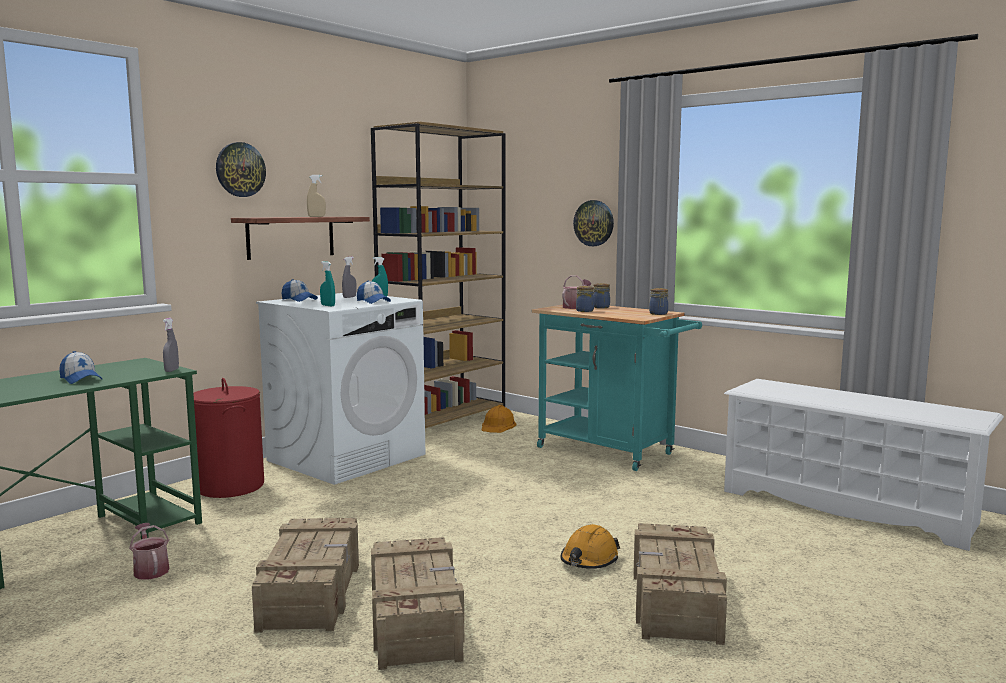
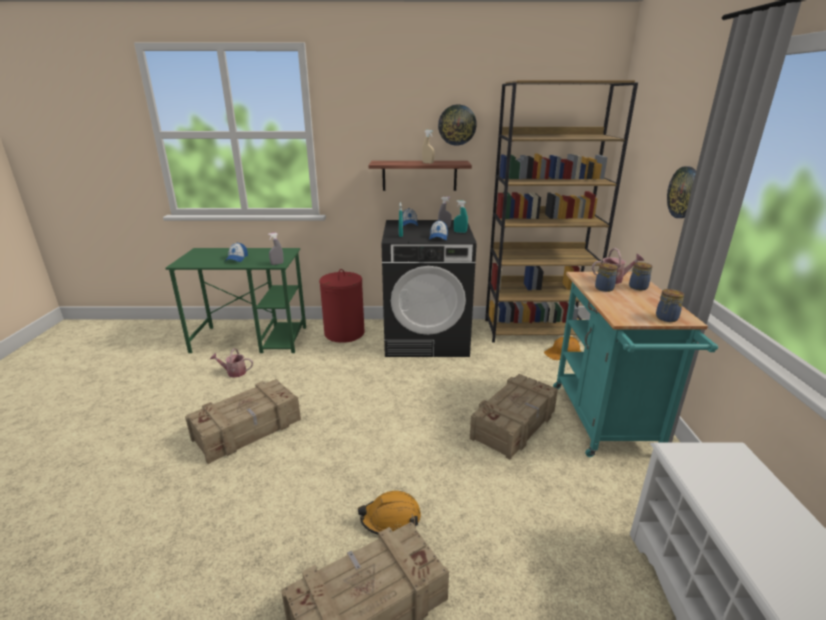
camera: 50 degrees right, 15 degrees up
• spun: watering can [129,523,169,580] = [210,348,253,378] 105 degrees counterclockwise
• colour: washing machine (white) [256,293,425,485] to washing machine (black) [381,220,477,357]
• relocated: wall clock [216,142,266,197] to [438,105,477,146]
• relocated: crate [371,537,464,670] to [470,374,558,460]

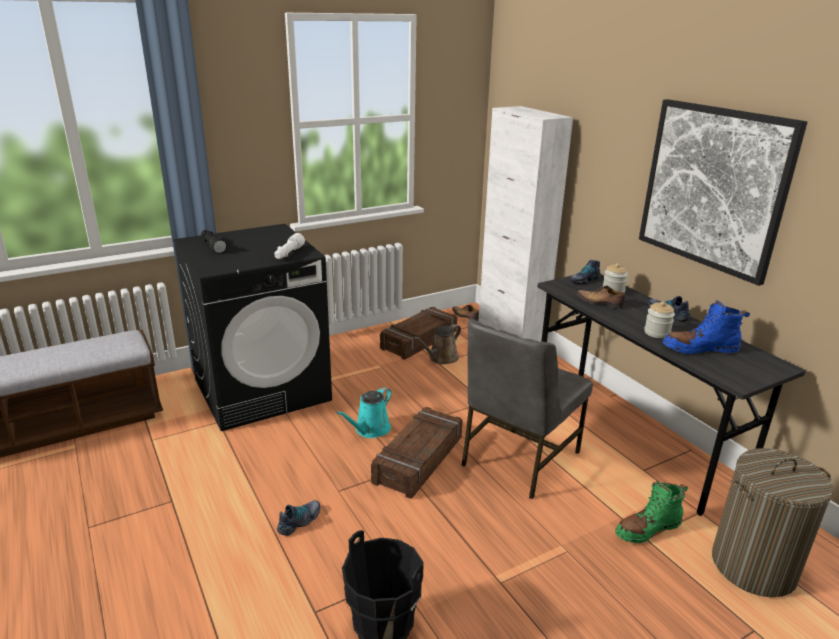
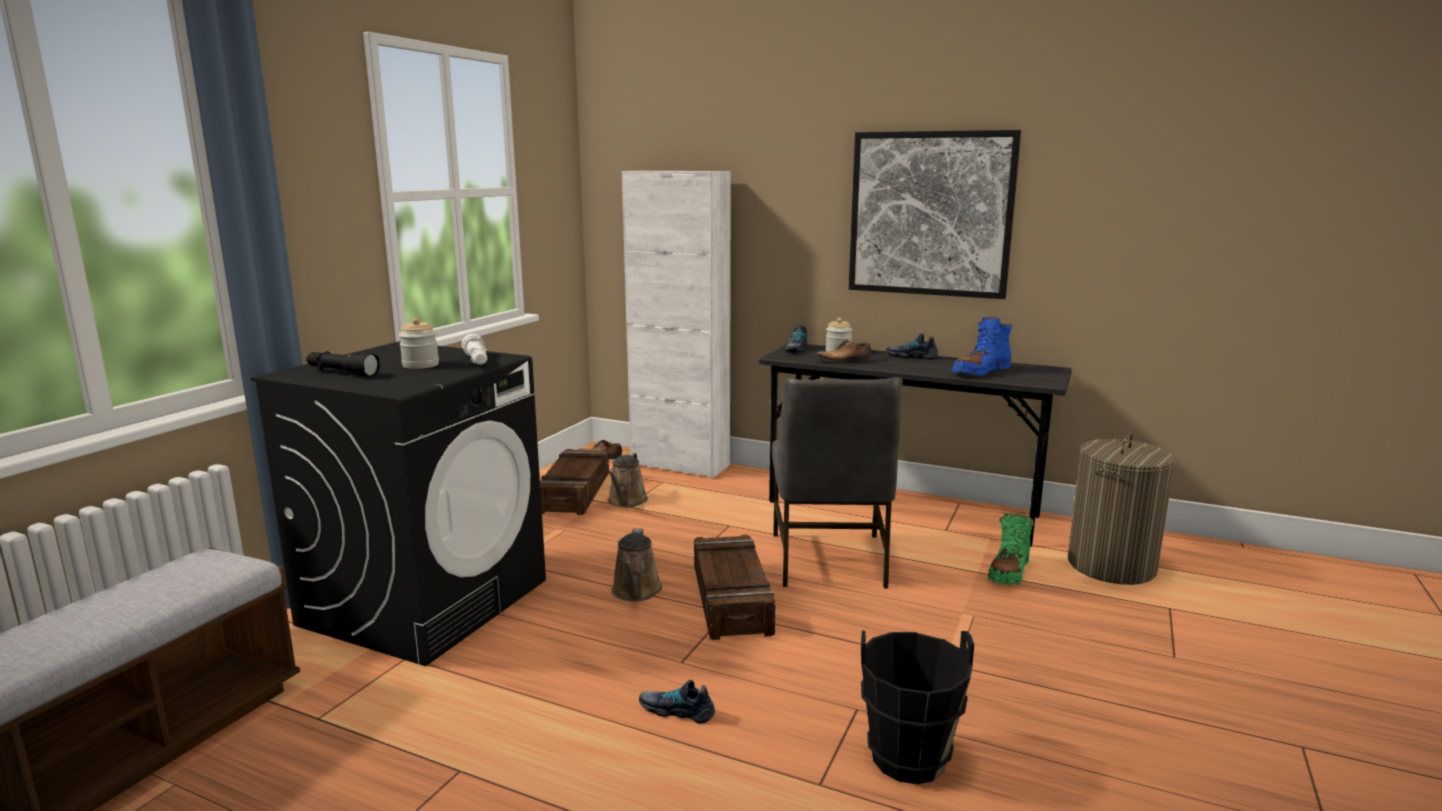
camera: 35 degrees left, 10 degrees down
• relocated: jar [644,301,675,338] to [399,318,439,369]
• colour: watering can (turquoise) [336,387,391,438] to watering can (brown) [611,528,662,601]
• spun: shoe [277,500,320,536] = [639,680,715,724] 75 degrees counterclockwise

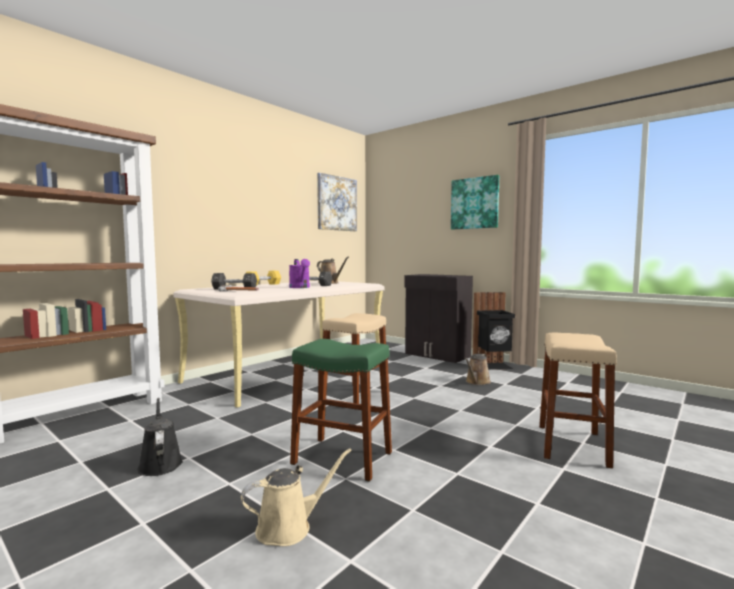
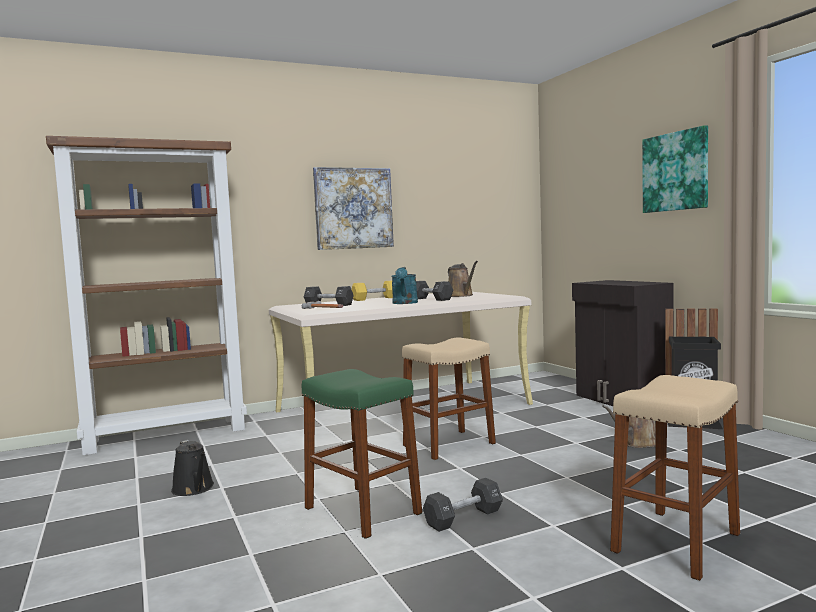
camera: 25 degrees right, 0 degrees up
• spun: watering can (black) [137,398,183,476] = [171,440,214,496] 150 degrees clockwise
• relocated: picture [317,173,357,231] to [313,167,394,250]
• colour: watering can (purple) [289,259,310,288] to watering can (turquoise) [391,267,418,304]
• appeared: dumbbell (black) [423,478,503,532]
• missing: watering can (beige) [241,448,352,546]

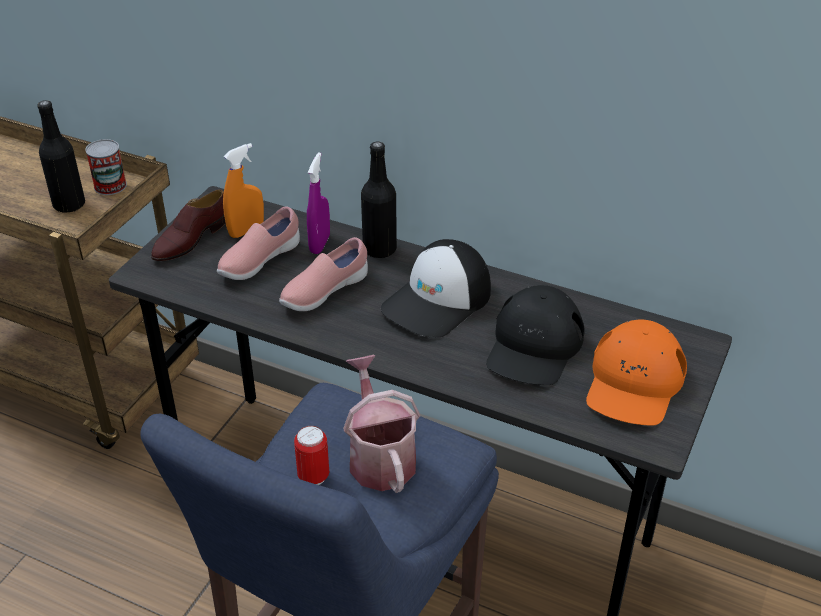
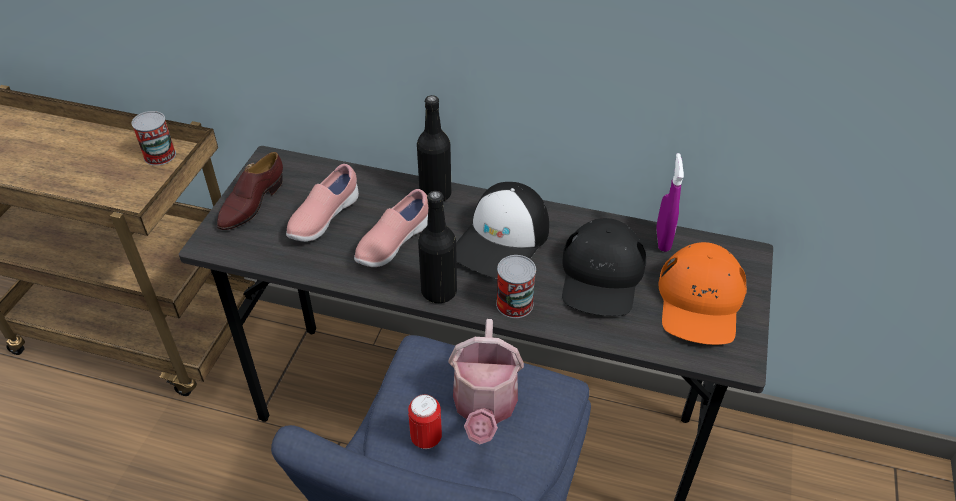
camera: 10 degrees left, 5 degrees up
• relocated: bottle (black) [37,100,85,212] to [418,191,457,303]
• spun: watering can [343,355,420,493] = [448,319,524,444] 150 degrees counterclockwise
• appeared: can [496,255,536,318]
• relocated: spray bottle (purple) [307,152,330,254] to [656,153,684,252]
• missing: spray bottle (orange) [223,143,264,238]

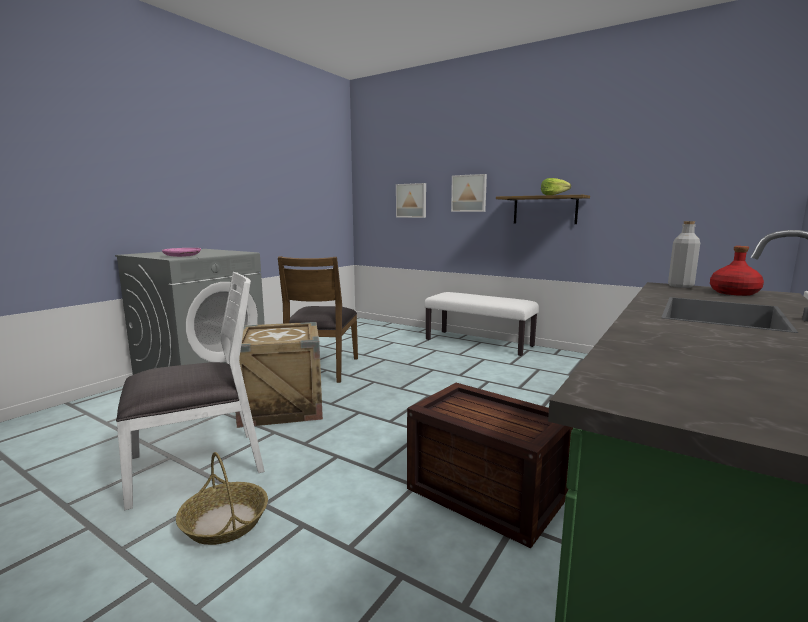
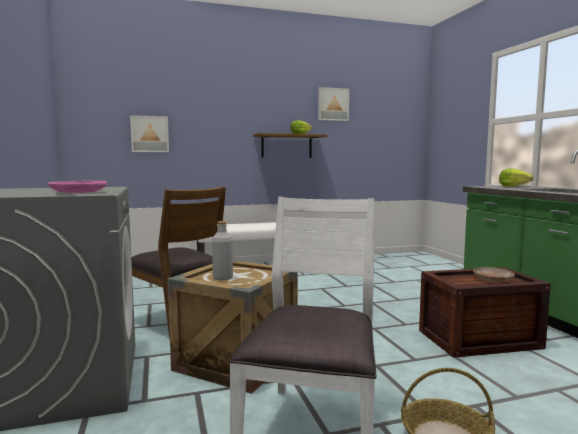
camera: 50 degrees left, 5 degrees down
• relocated: bottle (grey) [668,221,700,288] to [212,221,233,280]
• relocated: picture [451,174,487,212] to [318,87,349,121]
• appeared: plate (beige) [473,267,515,282]
• exchanged: bottle (red) [710,246,764,296] to lettuce [499,168,534,187]

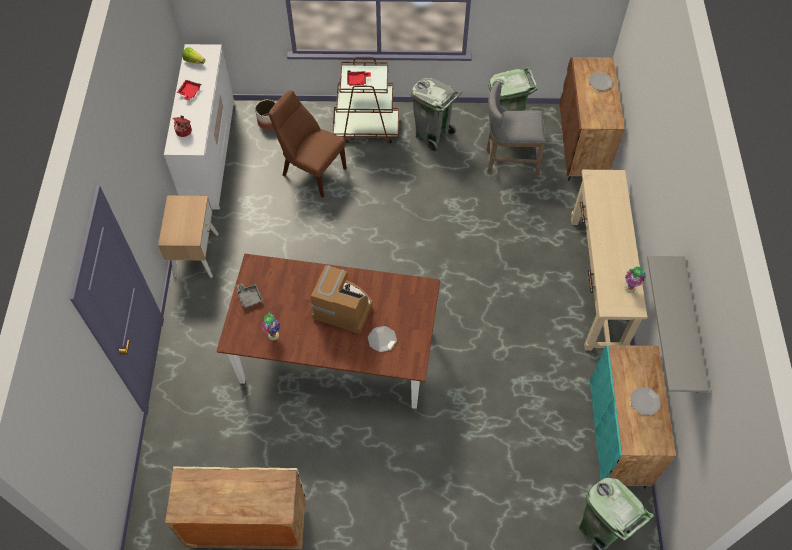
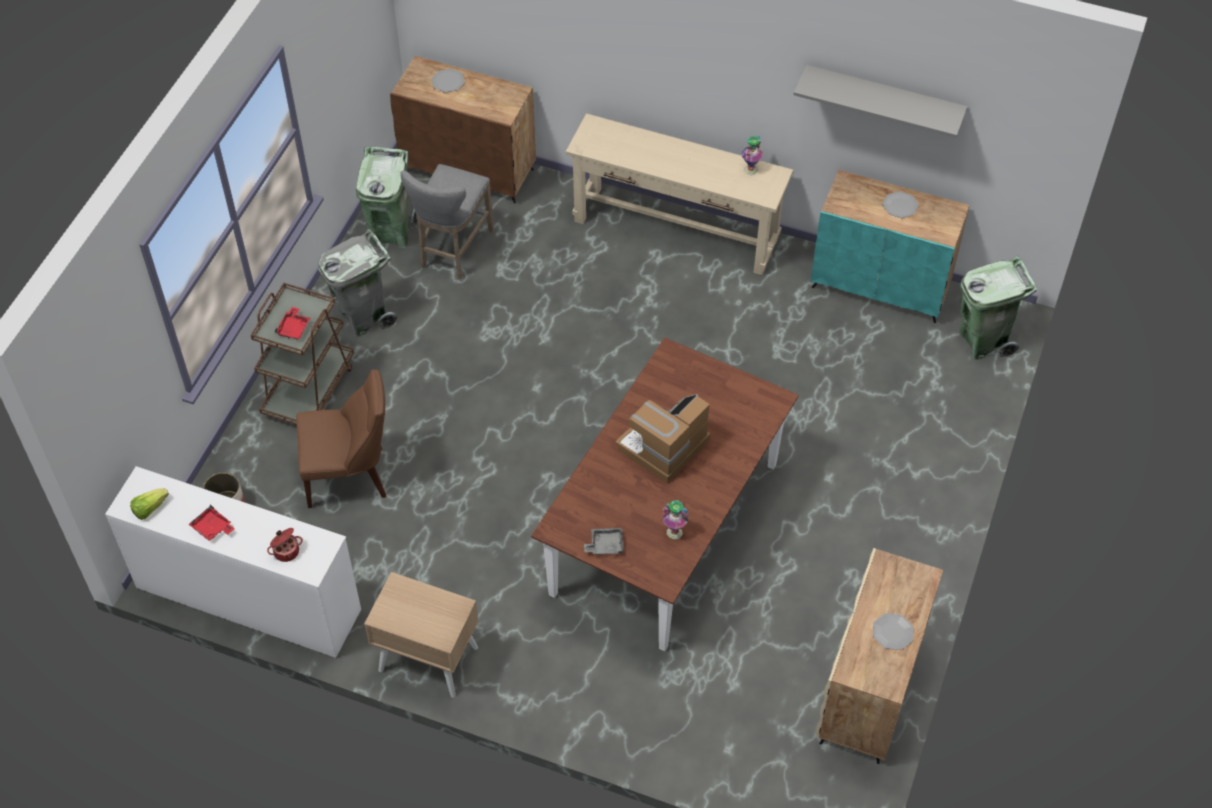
camera: 70 degrees left, 5 degrees down
• spun: chair (brown) [269,90,347,197] = [296,369,386,508] 150 degrees counterclockwise
• relocated: plate [368,326,397,352] to [873,613,914,650]

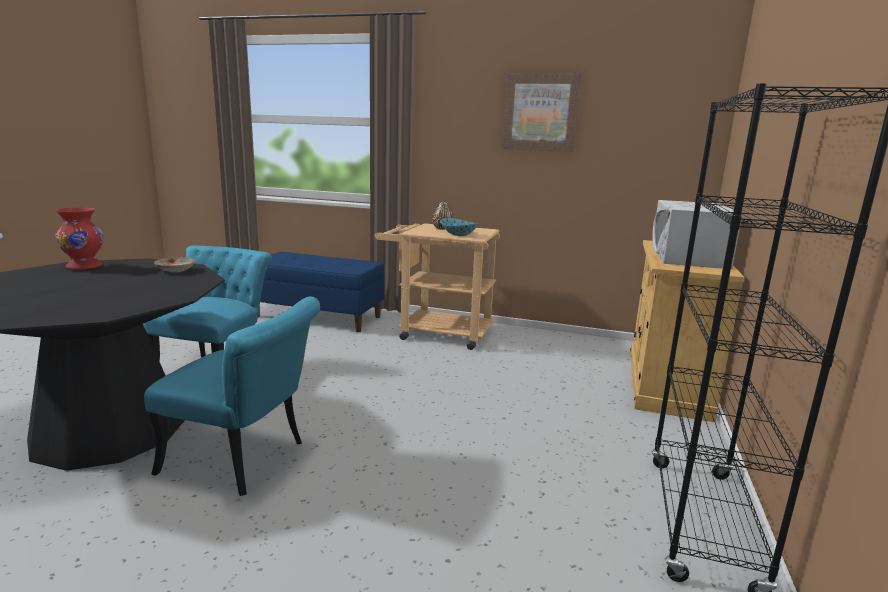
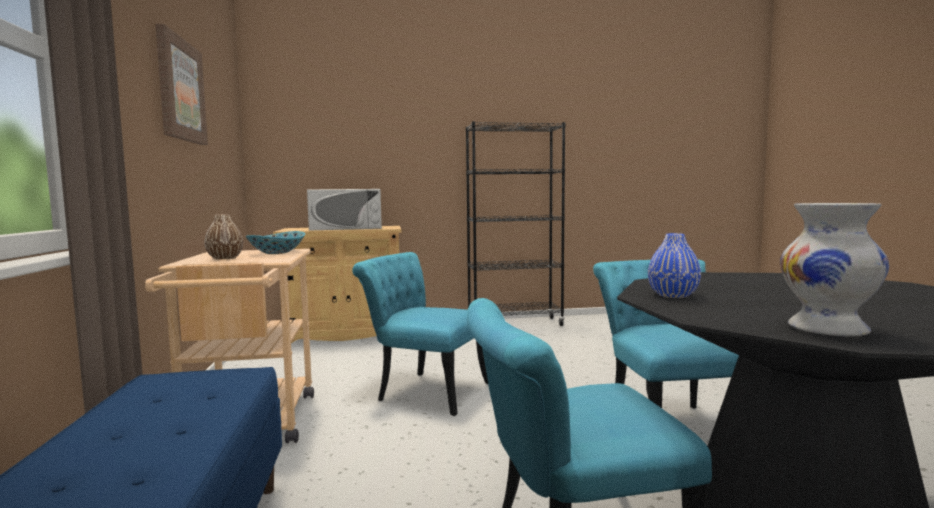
camera: 115 degrees left, 10 degrees down
• appeared: chair (turquoise) [352,252,488,416]
• exchanged: plate [154,257,195,272] to vase (blue) [648,233,701,298]
• colour: vase (red) [55,207,104,270] to vase (white) [780,203,889,337]

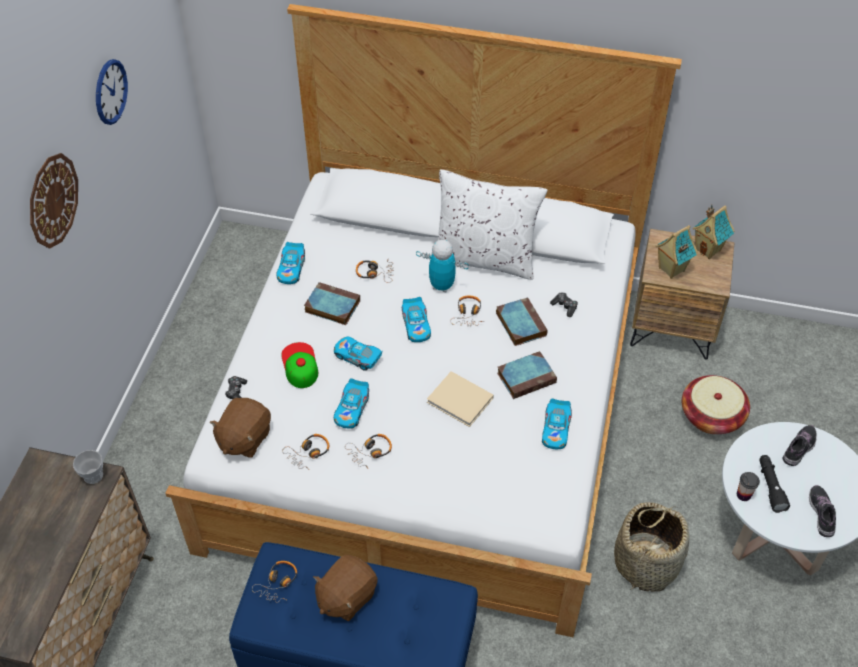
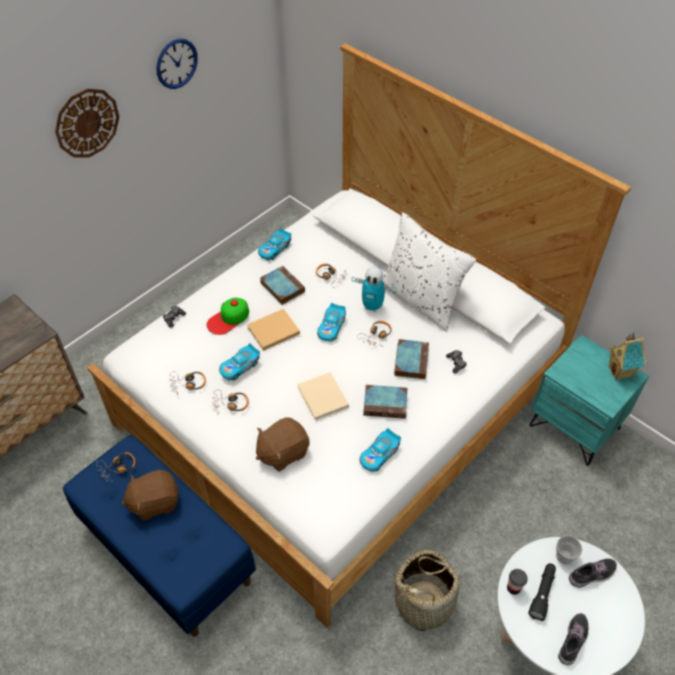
camera: 30 degrees right, 0 degrees up
• spun: cap [281,342,318,388] = [207,298,249,335] 150 degrees counterclockwise
• exchanged: toy car [334,337,383,371] to book (beige) [247,309,300,351]
• relocated: plush toy (brown) [210,398,271,458] to [256,417,310,472]
• spun: toy robot [416,239,469,292] = [351,267,397,312] 150 degrees clockwise
• colour: nightstand (brown) [630,229,734,359] to nightstand (turquoise) [529,335,649,466]
• relocated: cup [73,450,103,484] to [556,536,582,565]
• missing: toy house [656,225,698,279]
• missing: basket [682,375,750,434]

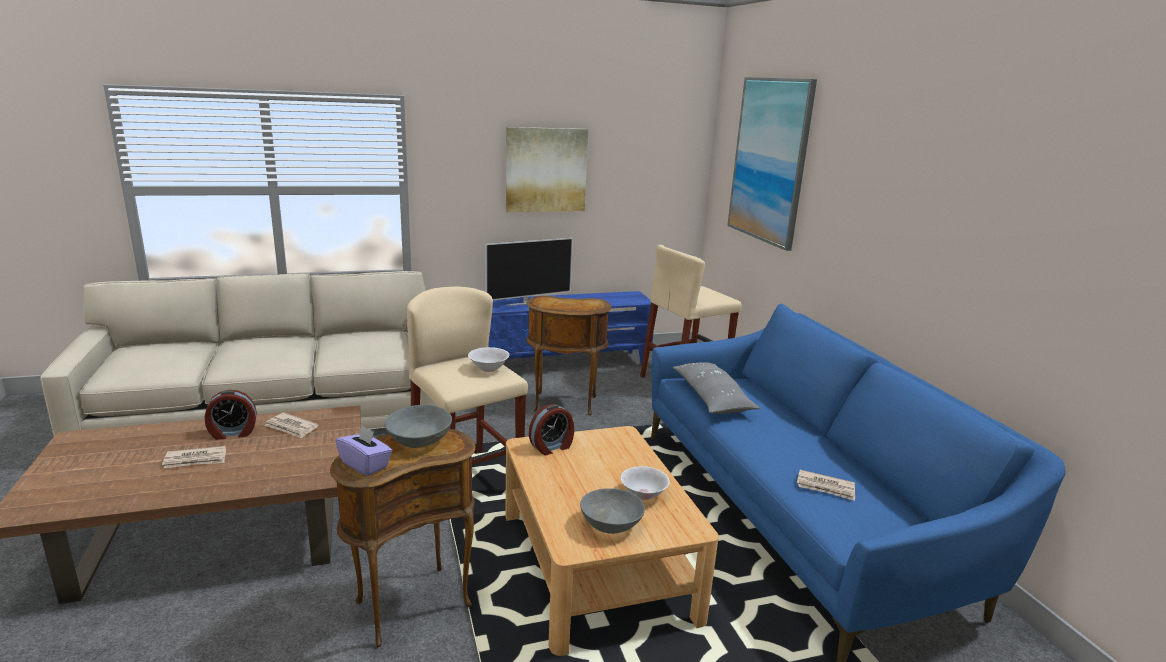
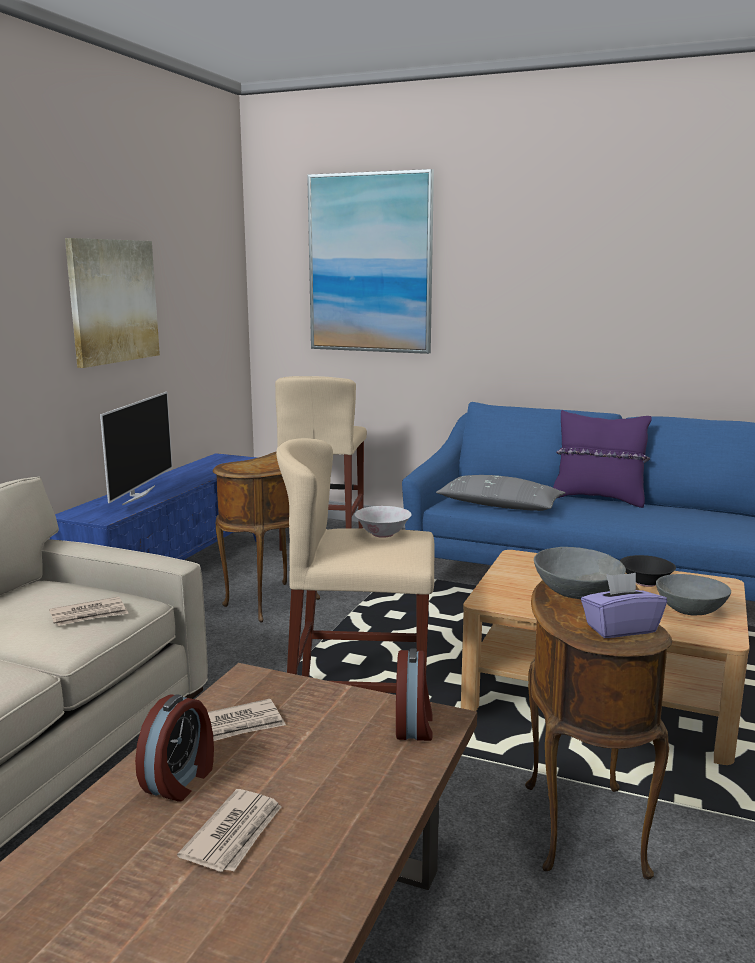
camera: 50 degrees left, 5 degrees down
• relocated: newspaper [797,470,855,501] to [49,596,129,626]
• relocated: alarm clock [529,404,574,455] to [396,648,433,741]
• appeared: pillow (purple) [553,410,652,508]
• colour: bowl (white) [621,466,670,500] to bowl (black) [620,555,676,587]

